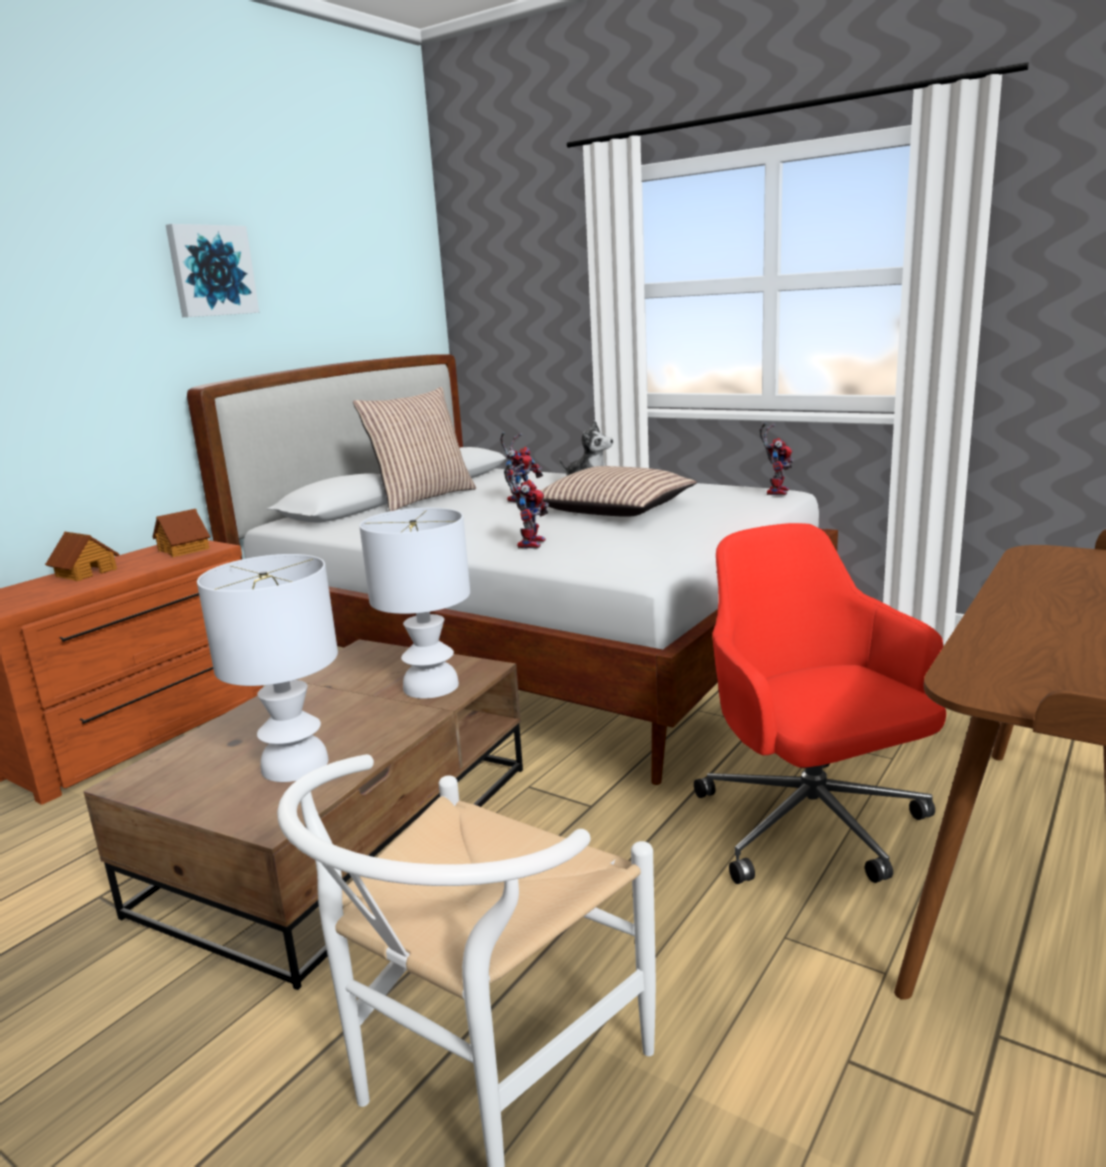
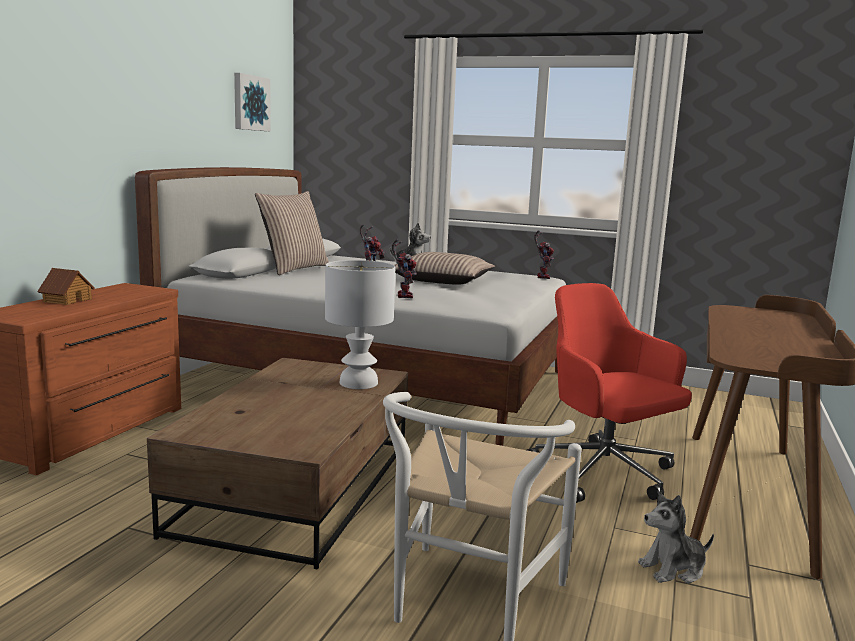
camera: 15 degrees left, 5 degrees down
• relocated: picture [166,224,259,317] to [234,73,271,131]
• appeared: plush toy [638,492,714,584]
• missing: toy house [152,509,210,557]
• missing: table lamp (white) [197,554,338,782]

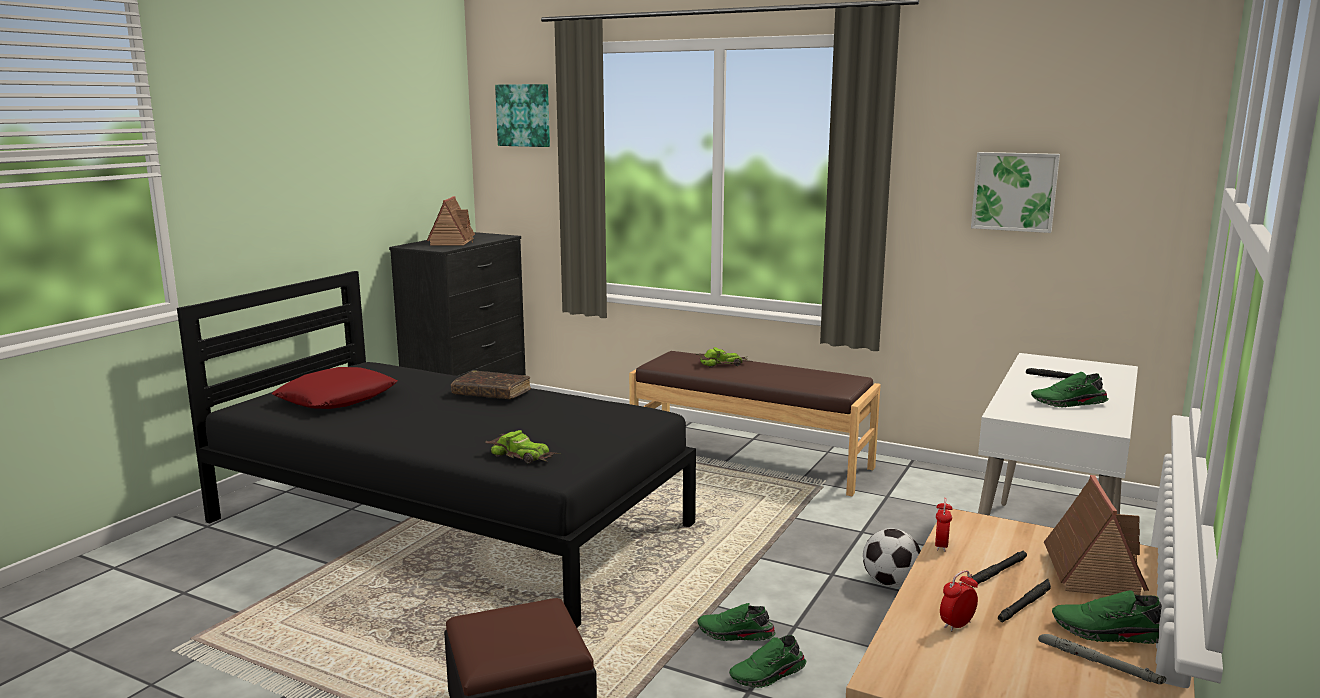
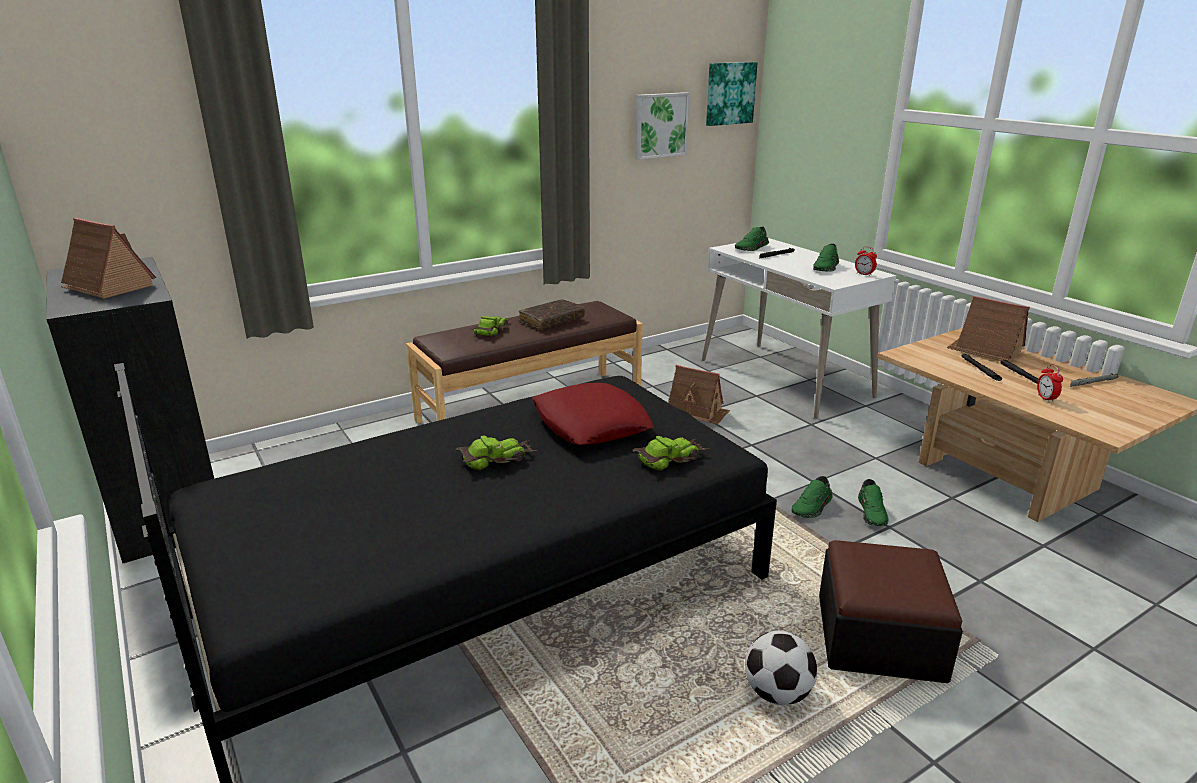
camera: 60 degrees left, 10 degrees up
• appeared: toy car [455,436,539,471]
• relocated: book (brown) [451,370,531,399] to [519,299,585,329]
• relocated: pillow (red) [272,367,397,409] to [532,383,654,445]
• appeared: toy house [668,365,730,424]
• relocated: picture [495,84,550,147] to [706,62,757,126]
• relocated: shoe (green) [1052,590,1162,644] to [735,227,769,251]
• relocated: football [863,528,921,587] to [745,630,817,705]
• relocated: alarm clock [935,498,953,552] to [855,246,877,276]

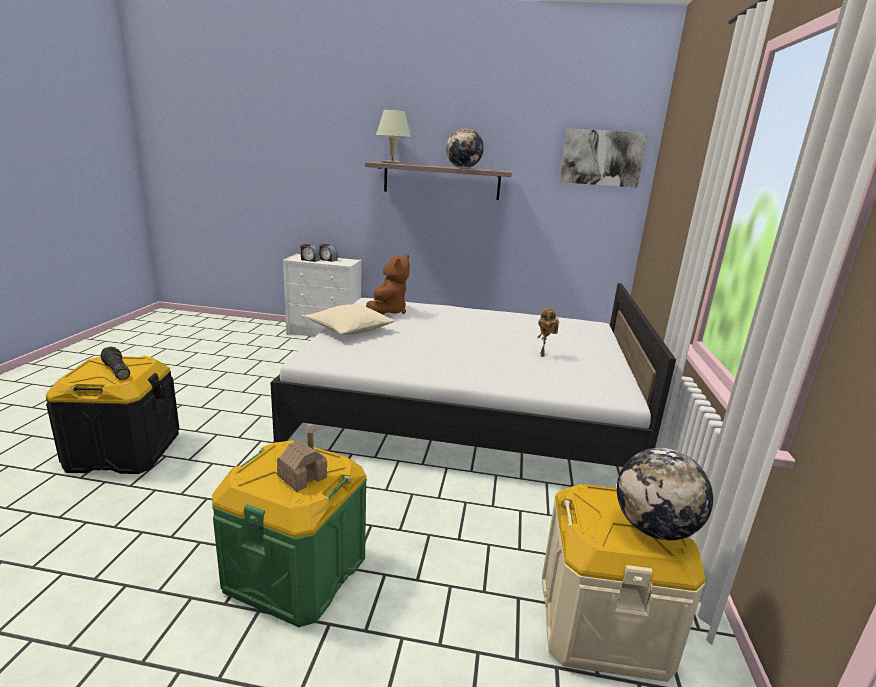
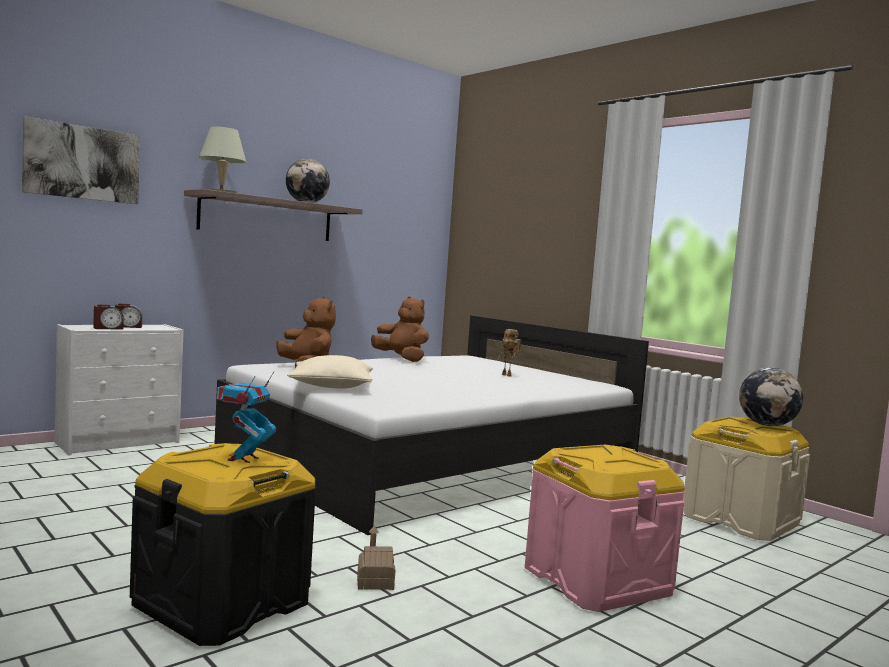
camera: 50 degrees left, 15 degrees down
• relocated: picture [560,128,648,188] to [22,116,140,204]
• exchanged: flashlight [100,346,130,380] to toy robot [217,372,276,463]
• relocated: toy house [277,425,327,492] to [357,526,396,590]
• appeared: plush toy (brown) [371,296,429,362]
• colour: storage box (green) [212,440,367,627] to storage box (pink) [525,445,685,612]

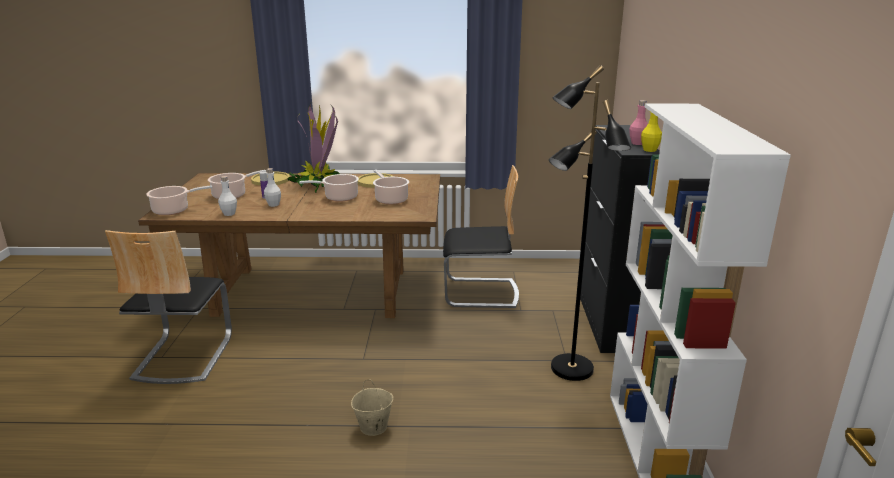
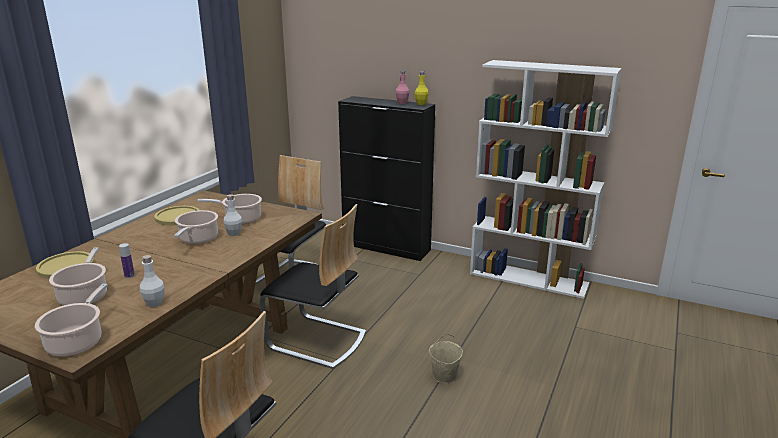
camera: 65 degrees left, 0 degrees up
• relocated: bottle (white) [264,168,281,207] to [224,194,242,236]
• appeared: chair [260,204,366,369]
• missing: potted plant [287,104,340,193]
• missing: floor lamp (black) [549,65,631,381]

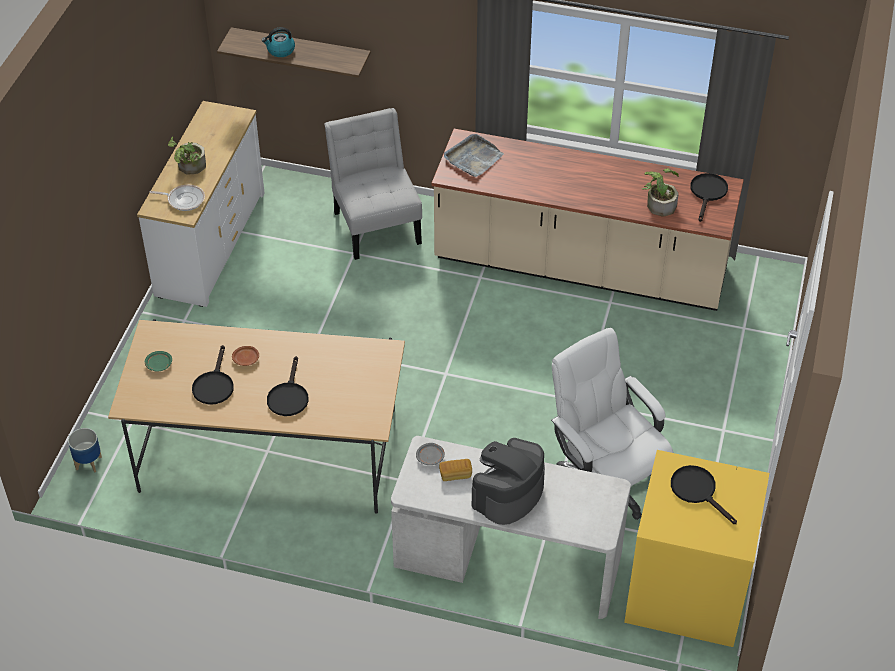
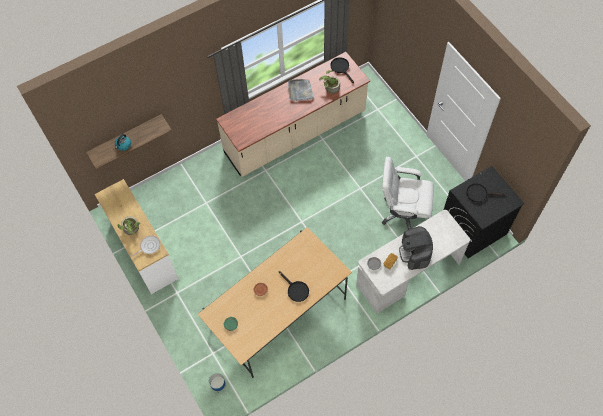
camera: 45 degrees left, 15 degrees up
• relocated: tray (grey) [444,134,504,177] to [288,79,314,101]
• colour: washing machine (yellow) [624,450,769,647] to washing machine (black) [444,166,525,258]
• missing: frying pan (black) [192,345,234,405]
• missing: chair (white) [324,108,422,260]

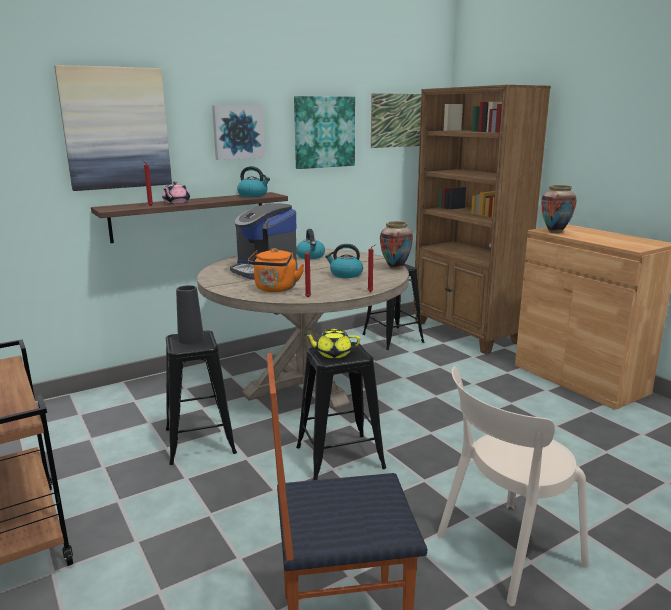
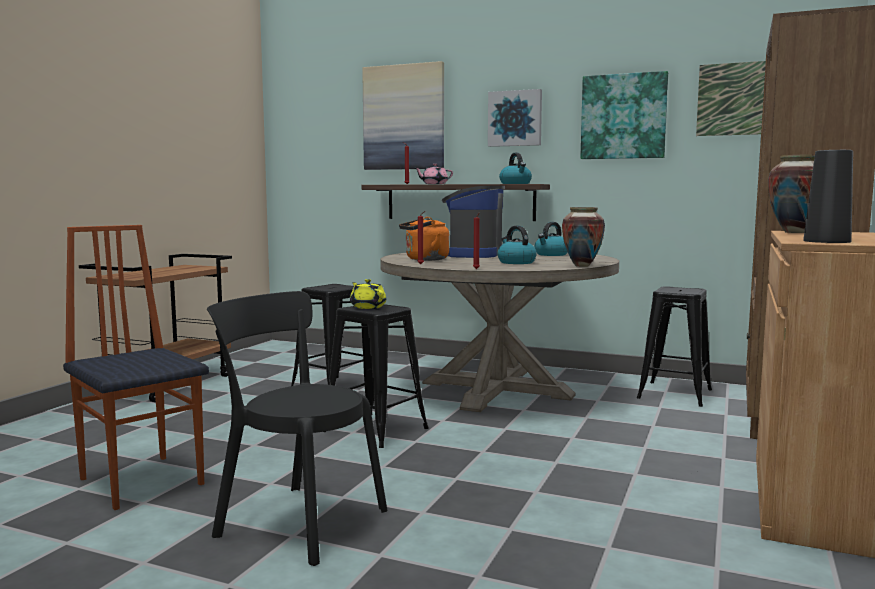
camera: 55 degrees right, 10 degrees down
• colour: chair (beige) [437,366,589,607] to chair (black) [207,291,387,566]
• relocated: vase (black) [176,285,204,344] to [803,150,853,243]

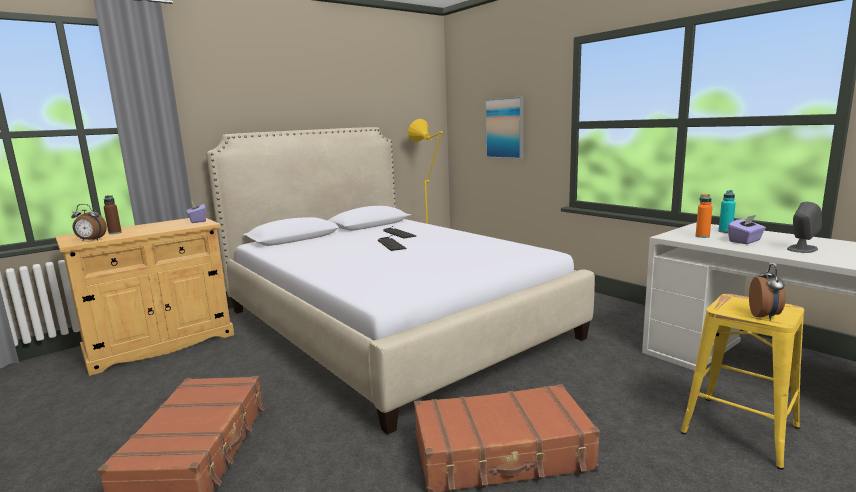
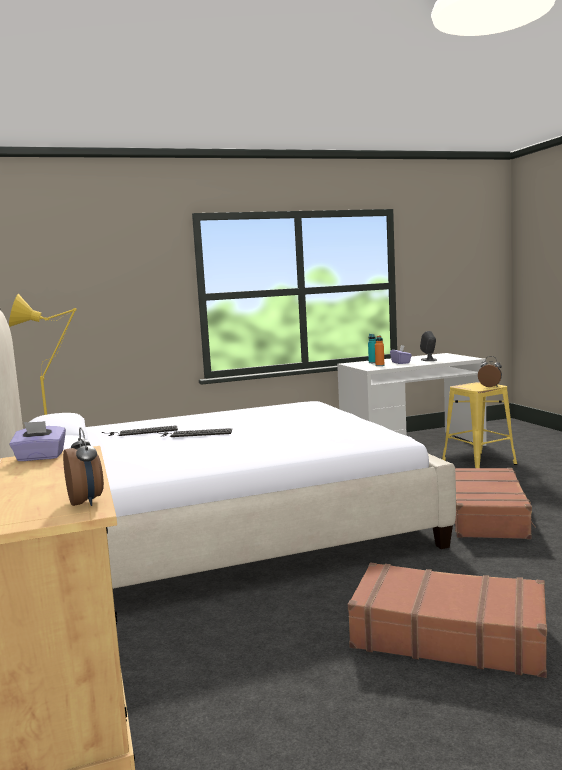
camera: 70 degrees left, 5 degrees down
• spun: alarm clock [71,204,107,241] = [63,427,104,506] 45 degrees counterclockwise
• missing: bottle (brown) [104,195,122,234]
• missing: picture [485,97,523,159]

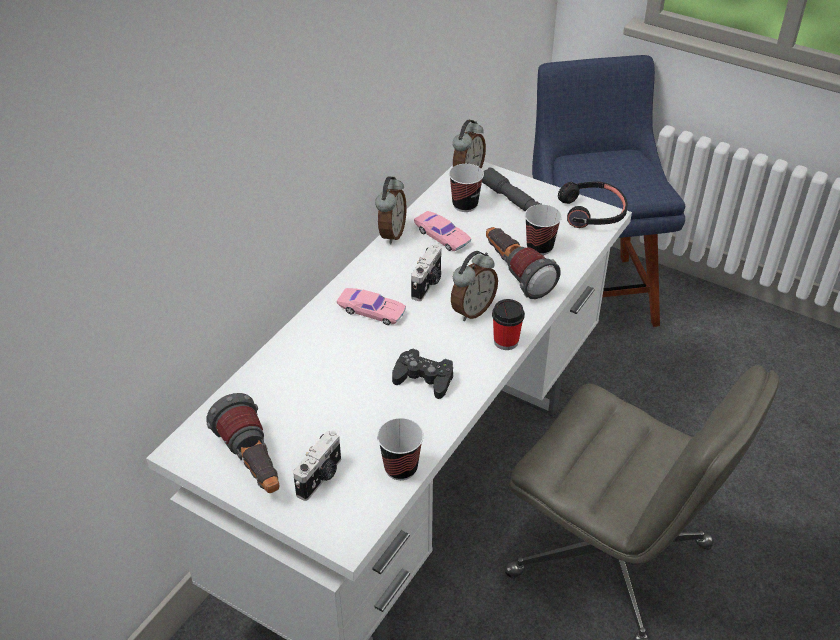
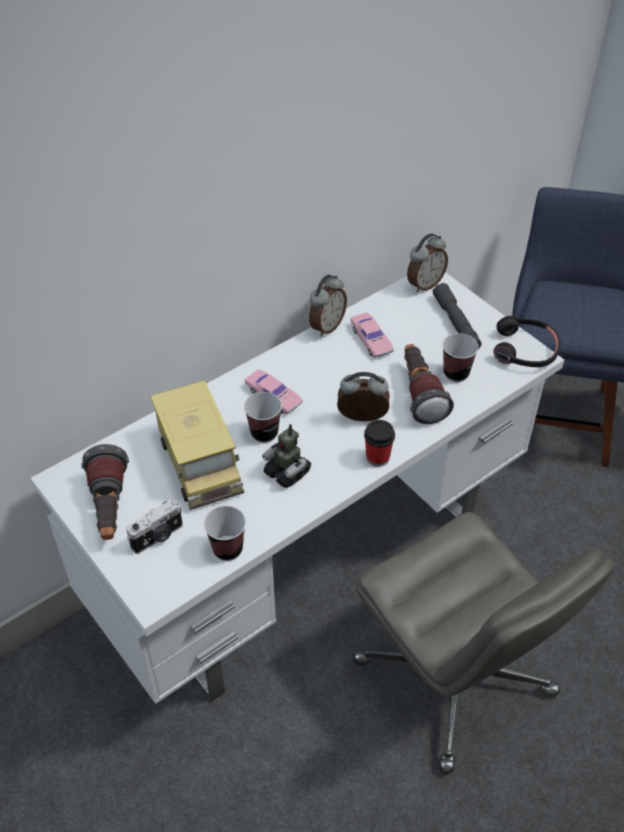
camera: 20 degrees right, 5 degrees up
• appeared: toy truck [150,380,244,510]
• relocated: cup [449,164,484,212] to [244,392,282,443]
• exchanged: game controller (black) [392,349,453,399] to toy robot [262,424,311,488]
• spun: alarm clock [451,251,498,321] = [337,372,390,421] 150 degrees counterclockwise
• missing: photo camera [411,244,442,301]

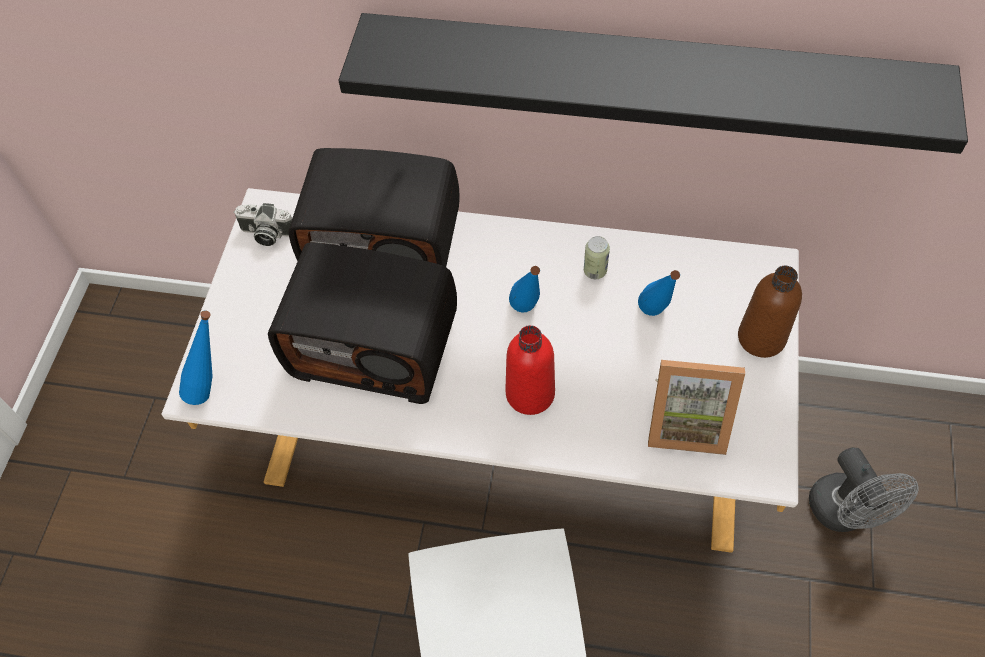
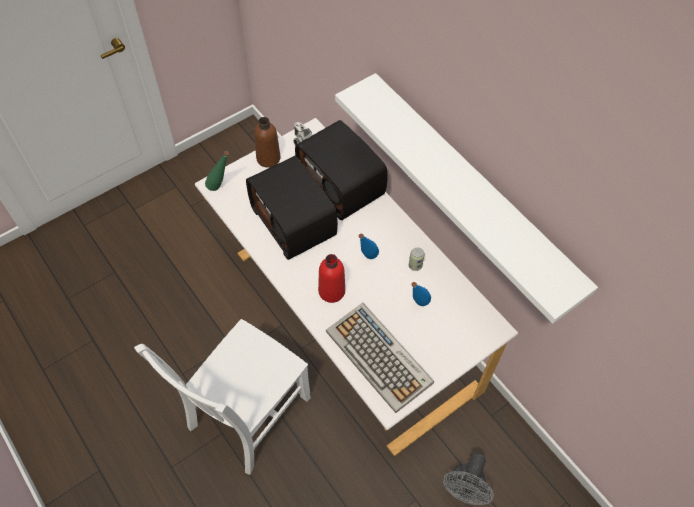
camera: 40 degrees right, 0 degrees up
• colour: bottle (blue) [179,310,213,405] to bottle (green) [205,151,229,191]
• relocated: bottle (brown) [738,266,802,358] to [254,117,281,168]
• exchanged: picture frame [648,360,745,455] to keyboard [326,303,434,413]
• colour: shelf (black) [338,13,968,154] to shelf (white) [335,73,598,324]

